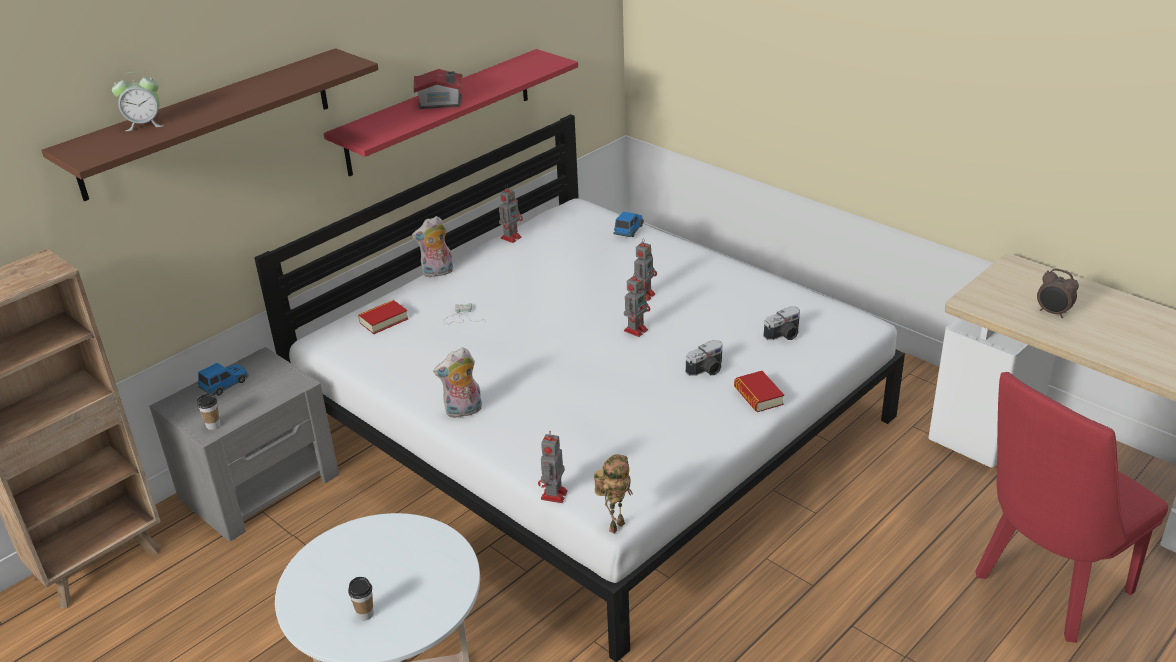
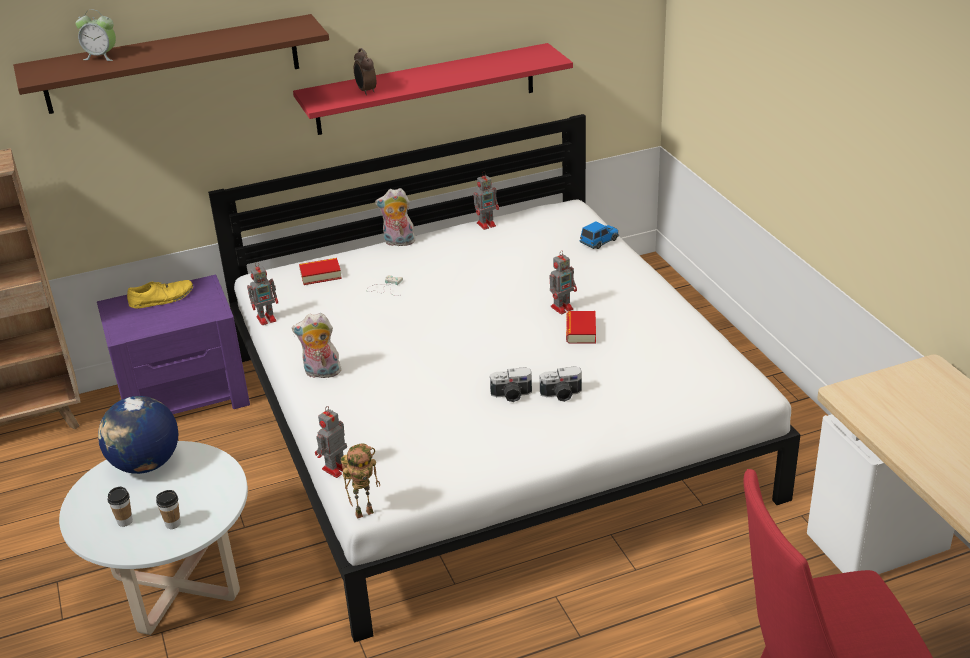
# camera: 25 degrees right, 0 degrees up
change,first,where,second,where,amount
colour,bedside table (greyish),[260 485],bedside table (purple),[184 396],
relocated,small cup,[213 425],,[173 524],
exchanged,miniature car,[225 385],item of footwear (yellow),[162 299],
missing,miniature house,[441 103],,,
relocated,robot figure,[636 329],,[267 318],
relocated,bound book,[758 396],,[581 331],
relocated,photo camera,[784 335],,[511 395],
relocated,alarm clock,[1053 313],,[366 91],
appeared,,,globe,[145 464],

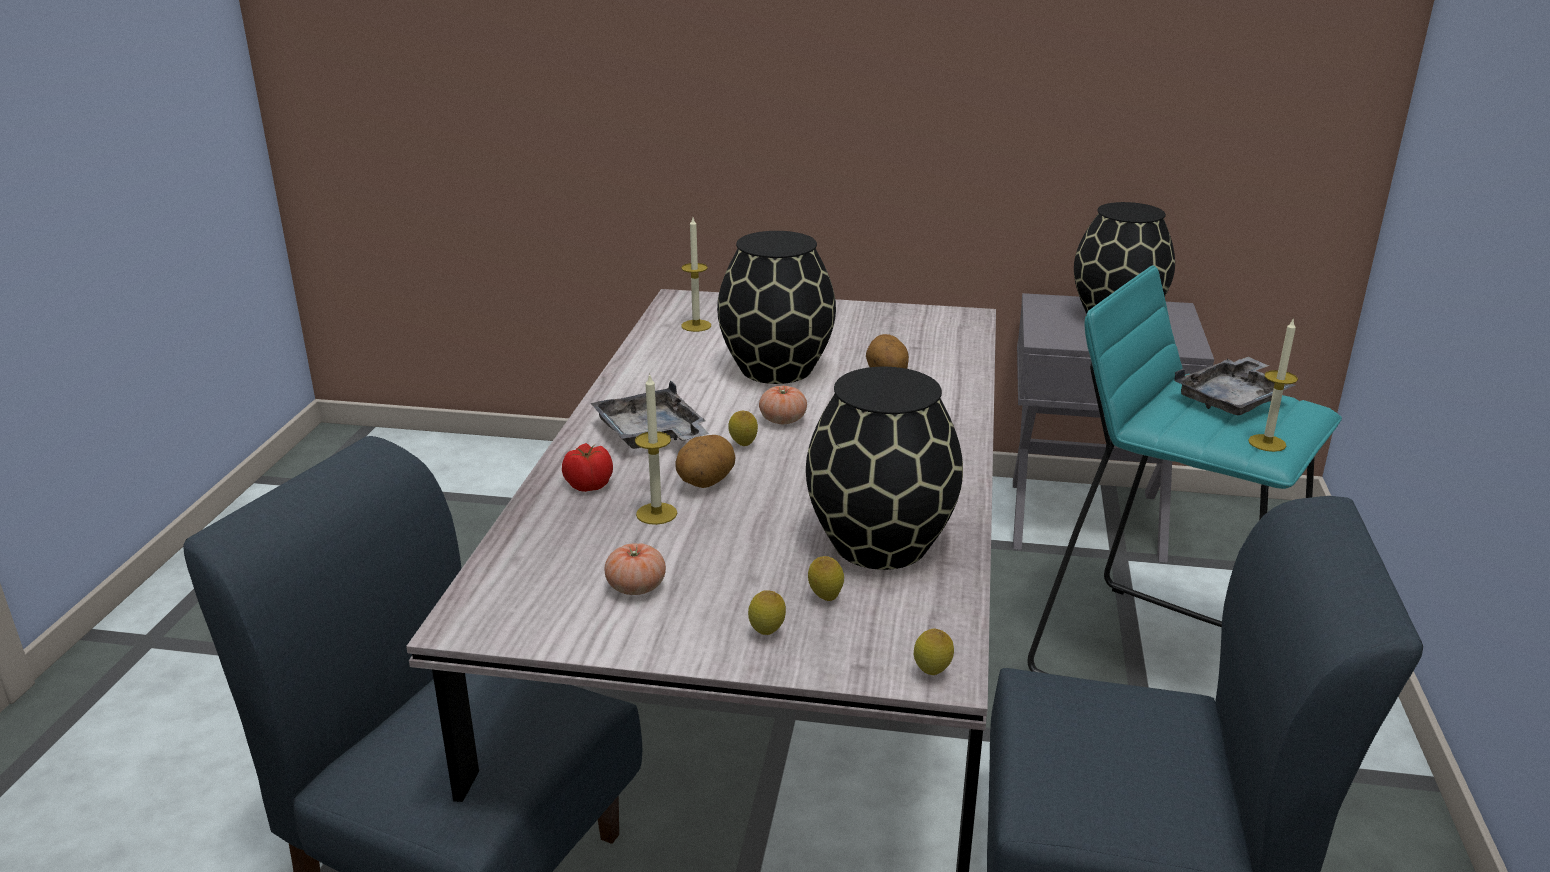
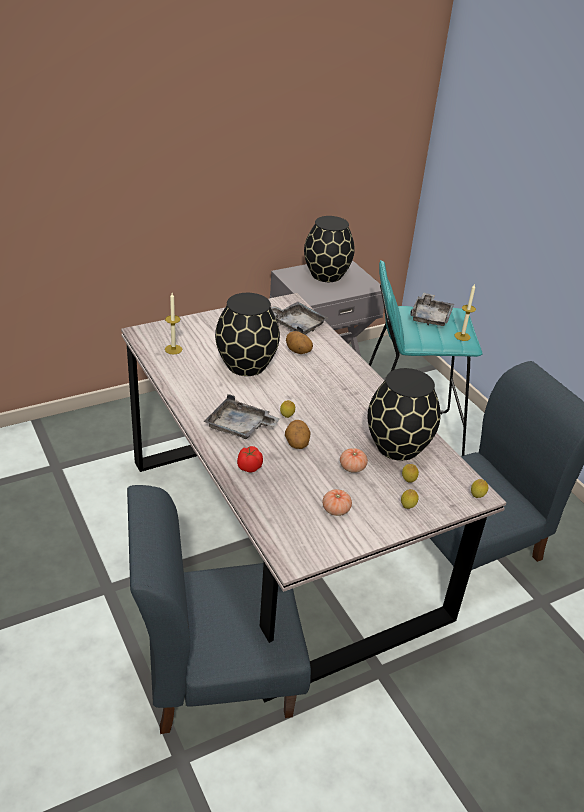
# camera: 40 degrees left, 10 degrees up
change,first,where,second,where,amount
missing,candle,[656 513],,,
relocated,whole tomato,[783 420],,[352 467],
appeared,,,carrying tray (greyish),[297 324],

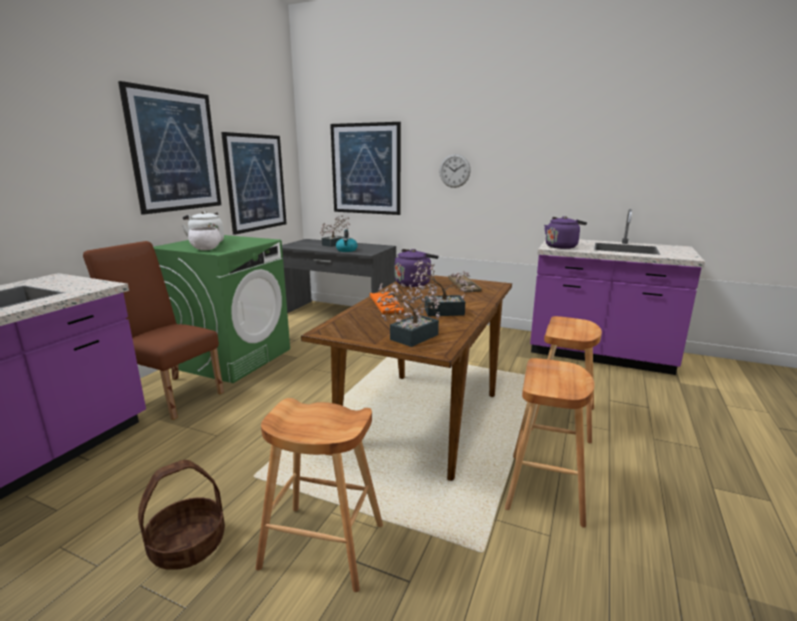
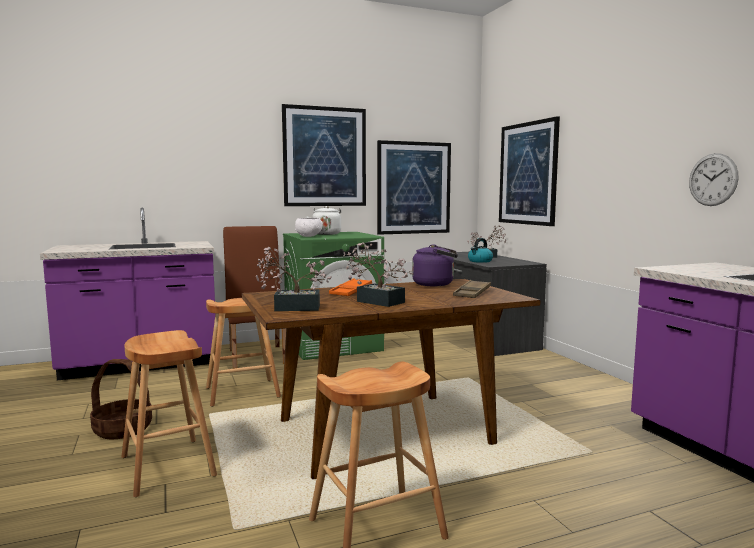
# camera: 45 degrees right, 10 degrees down
change,first,where,second,where,amount
relocated,wall clock,[454 171],,[712 179],
relocated,stool seat (brown),[562 418],,[243 392],
missing,water kettle (purple),[562 246],,,

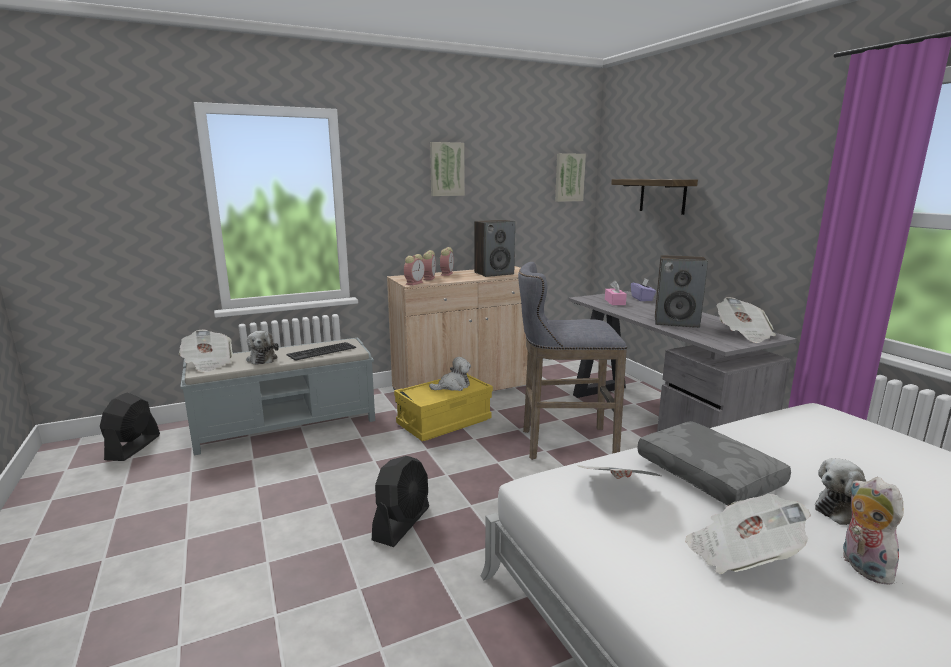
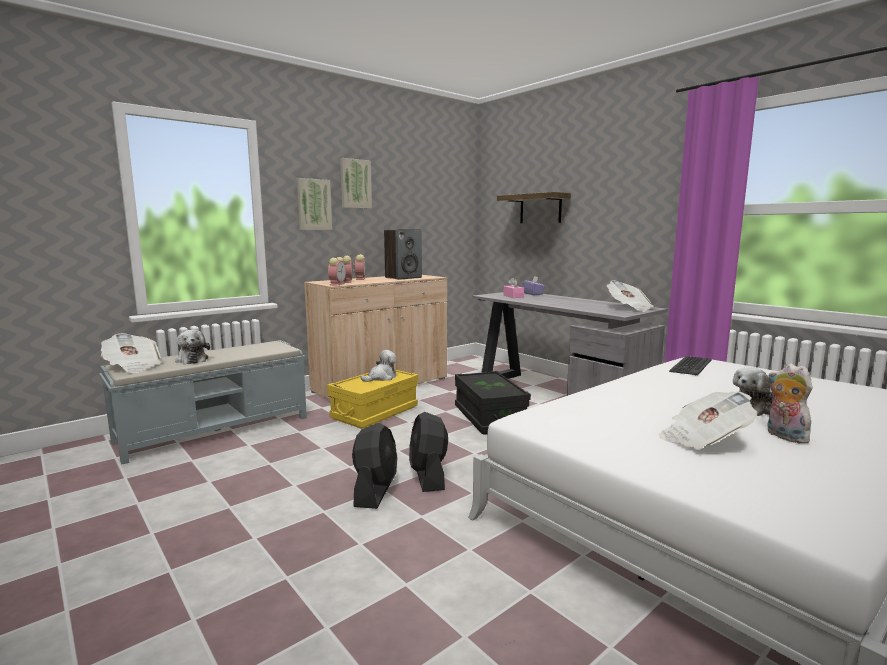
# camera: 15 degrees left, 5 degrees down
change,first,where,second,where,amount
relocated,fan (blackish),[133 447],,[428 476],
relocated,keyboard,[321 351],,[690 366],
exchanged,stool seat (greyish),[563 444],storage container (blackish),[489 418],
relocated,wall art,[569 177],,[313 204],
missing,newspaper,[617 490],,,
missing,cushion (greyish),[710 474],,,
missing,audio speaker,[676 322],,,

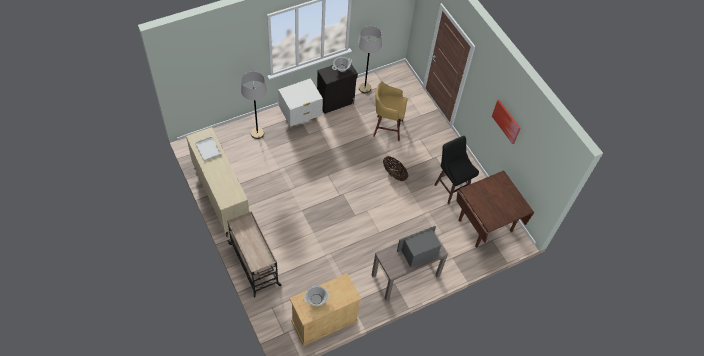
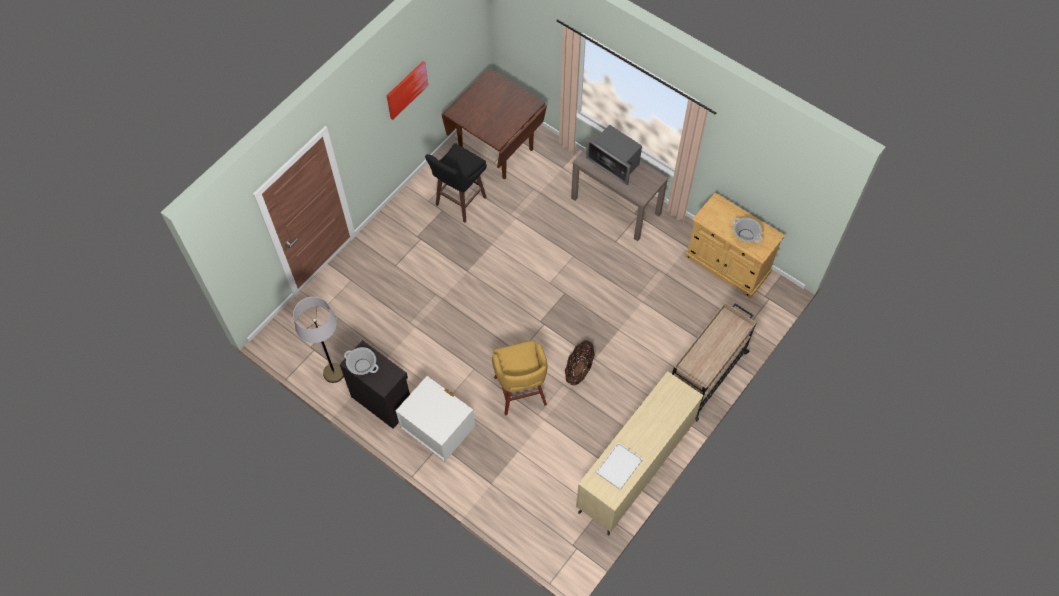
# camera: 110 degrees left, 5 degrees up
change,first,where,second,where,amount
missing,floor lamp (greyish),[257 133],,,
relocated,stool seat (yellow),[386 128],,[520 393],
relocated,basket,[394 174],,[579 369],

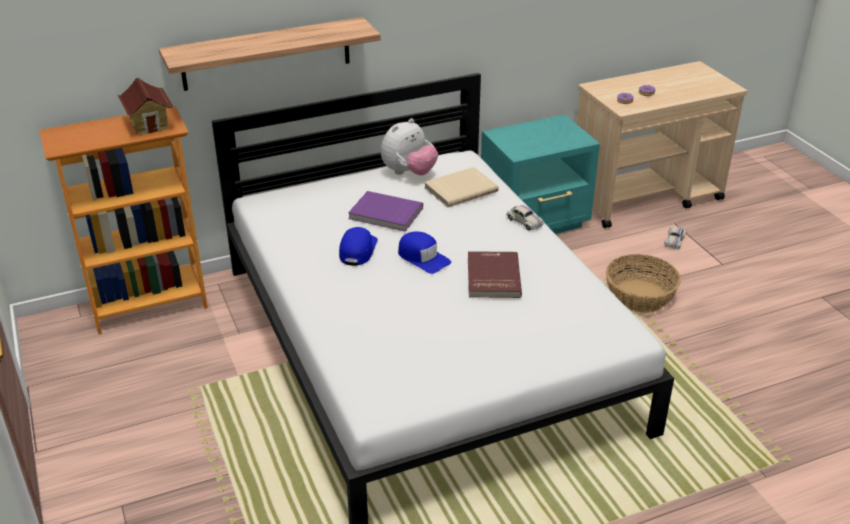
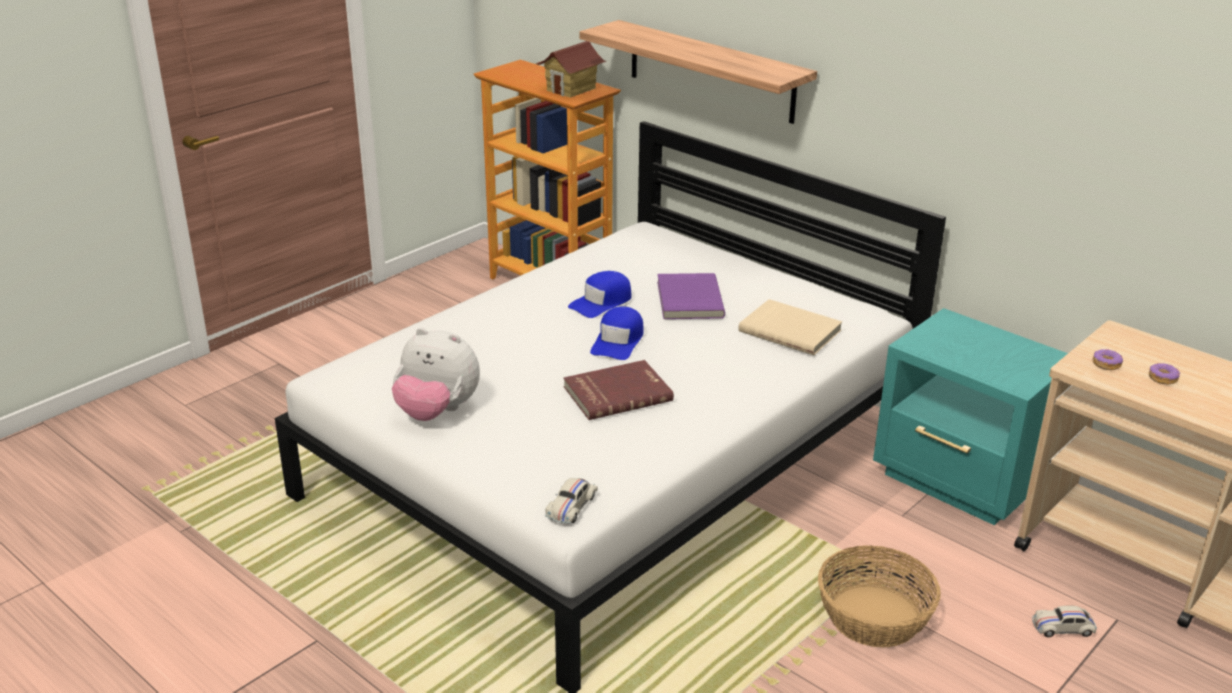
# camera: 65 degrees right, 5 degrees down
change,first,where,second,where,amount
spun,cap (blue-coloured),[357 250],,[601 302],150 degrees clockwise
relocated,soft toy,[409 173],,[437 412],
relocated,miniature car (white-coloured),[524 222],,[571 507],

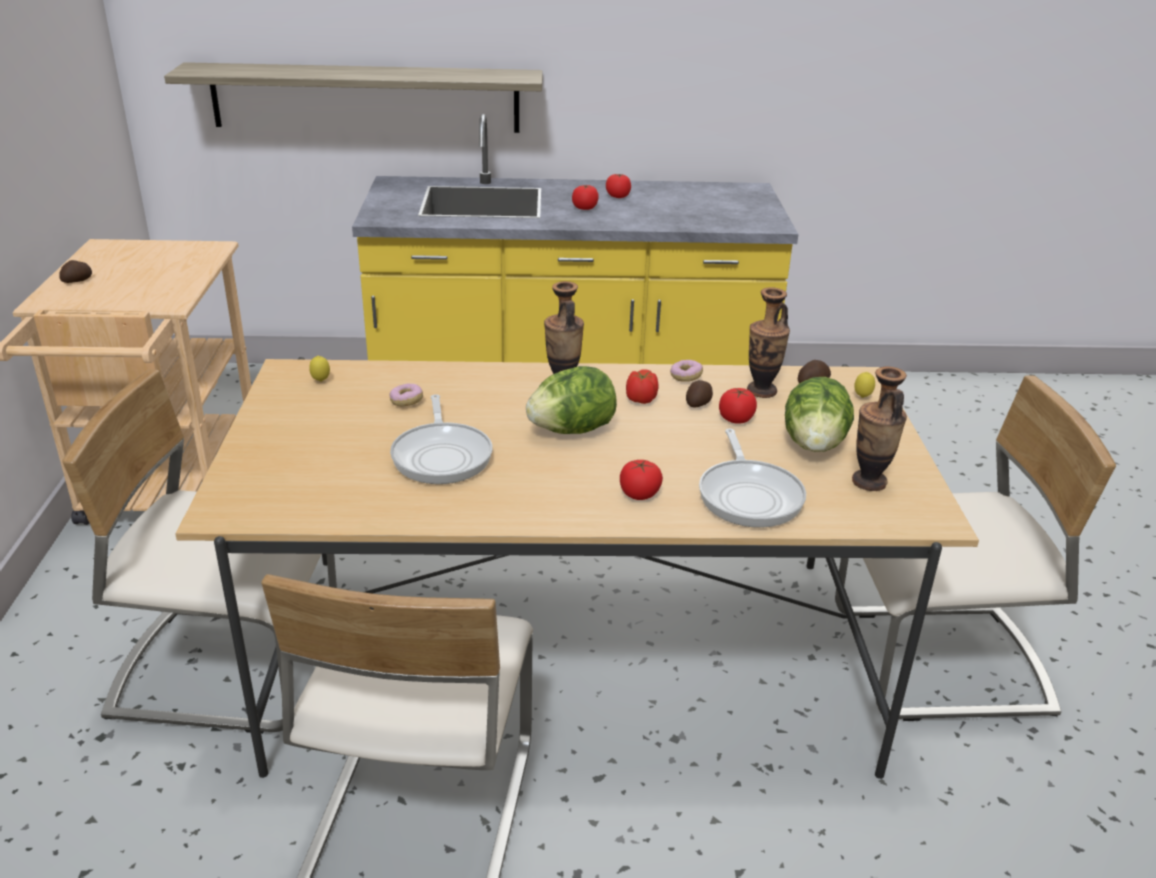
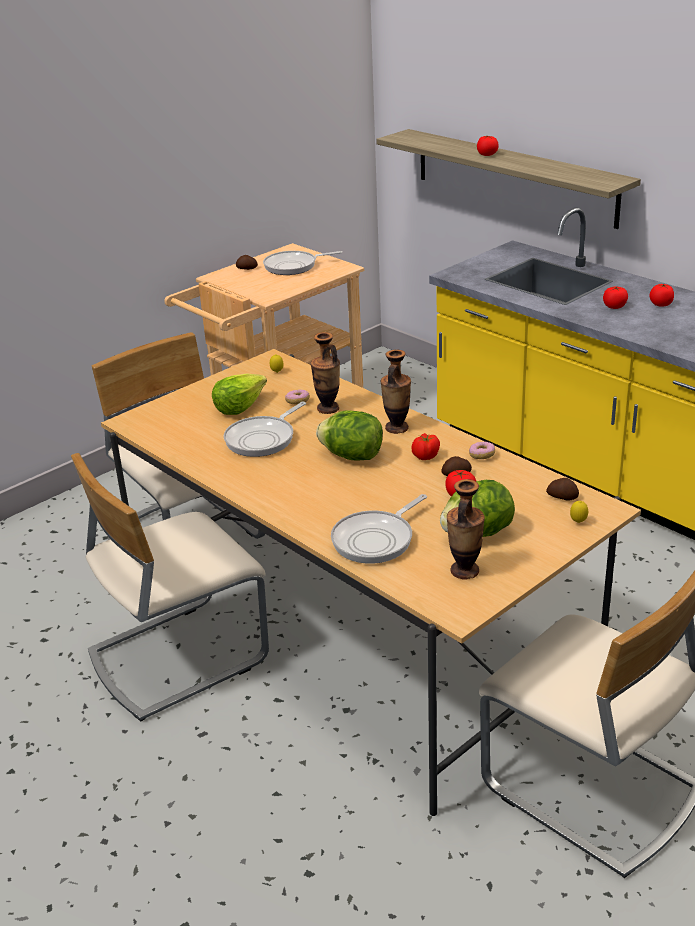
# camera: 50 degrees right, 0 degrees up
change,first,where,second,where,amount
relocated,whole tomato,[639 494],,[487 154],
relocated,flower vase,[761 391],,[328 408],
appeared,,,lettuce,[239 407],
appeared,,,skillet,[294 266],

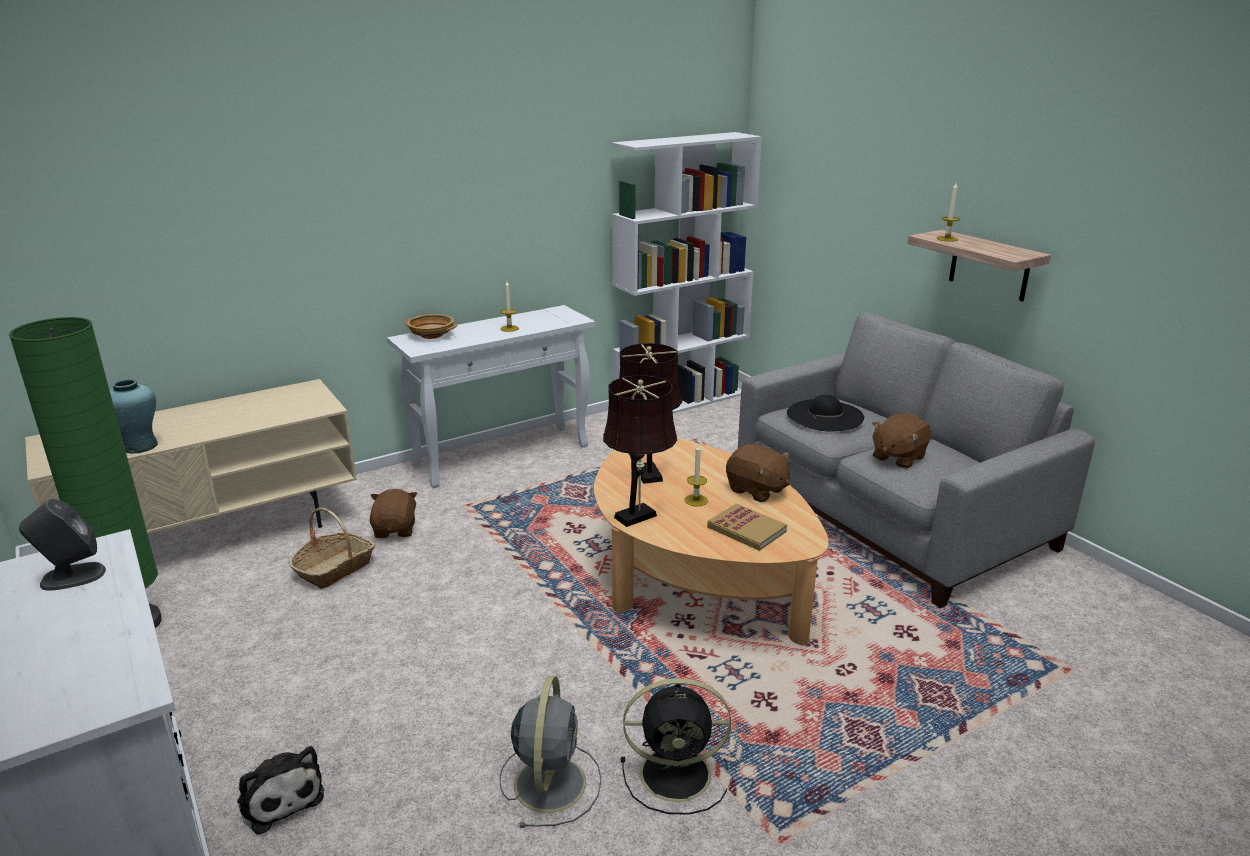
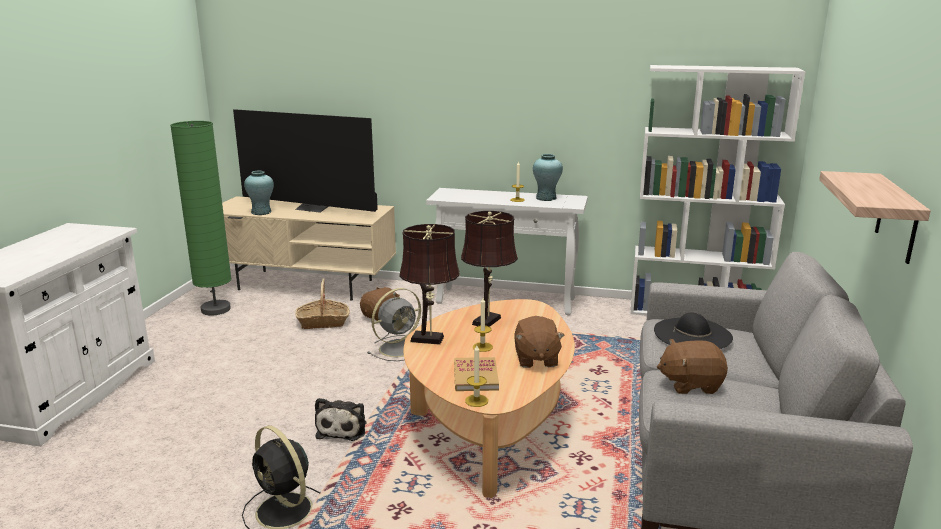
# camera: 45 degrees right, 5 degrees down
change,first,where,second,where,amount
missing,audio speaker (greyish),[72 577],,,
relocated,soft toy,[280 797],,[343 428],
missing,deep dish (beige),[432 335],,,
relocated,fan (greyish),[550 781],,[399 348],
relocated,candle,[947 239],,[476 400],
appeared,,,television,[313 208],
appeared,,,flower vase (turquoise),[546 198],

